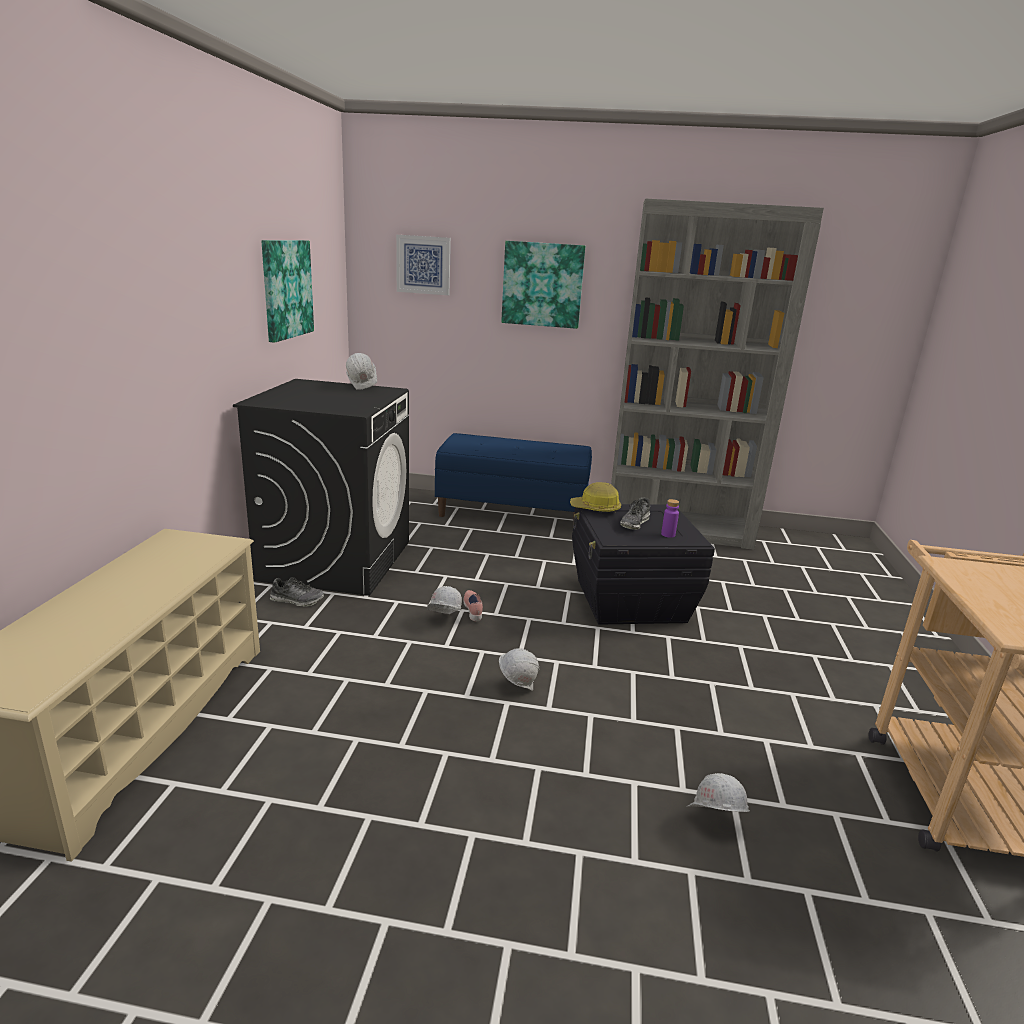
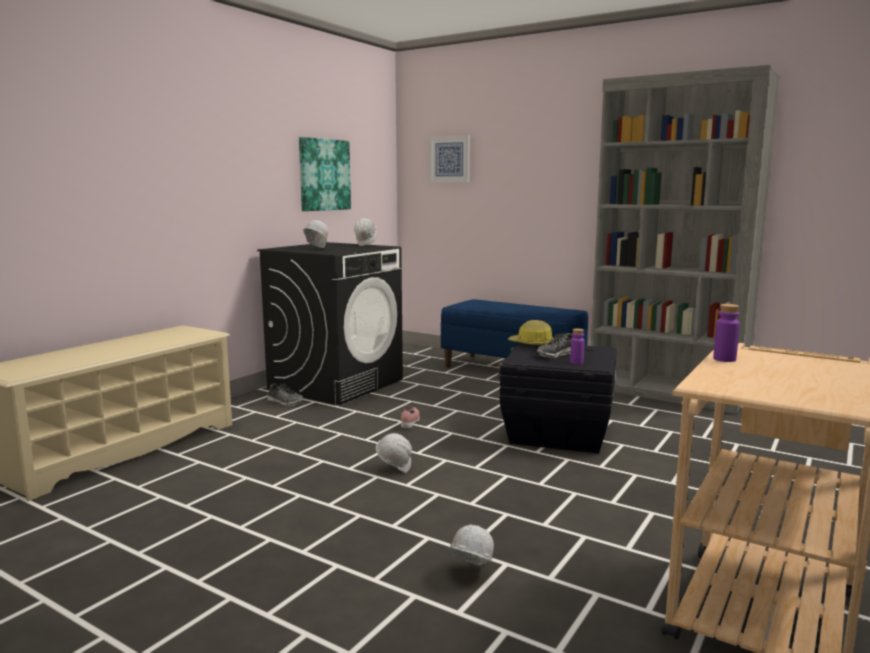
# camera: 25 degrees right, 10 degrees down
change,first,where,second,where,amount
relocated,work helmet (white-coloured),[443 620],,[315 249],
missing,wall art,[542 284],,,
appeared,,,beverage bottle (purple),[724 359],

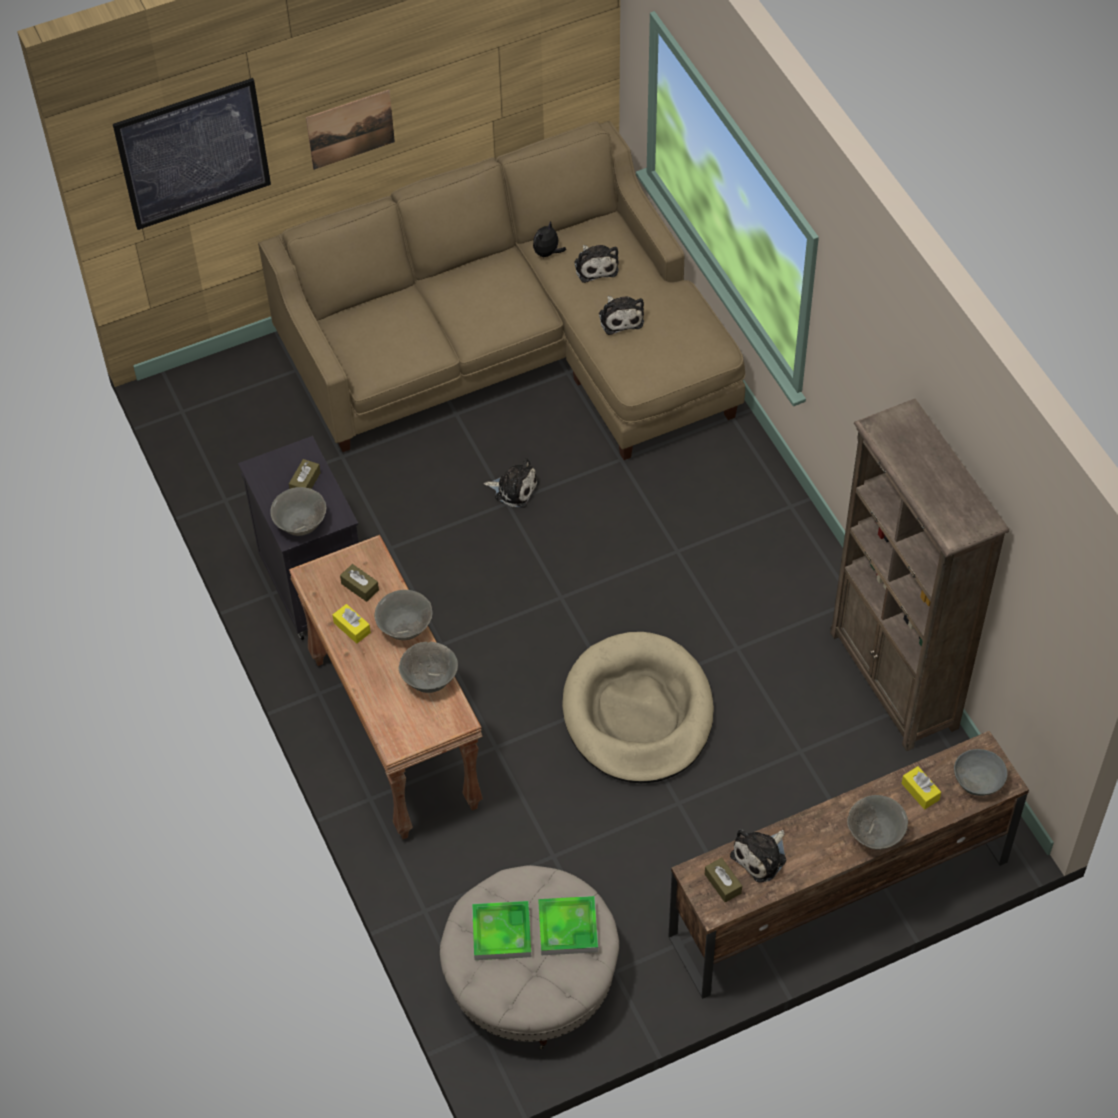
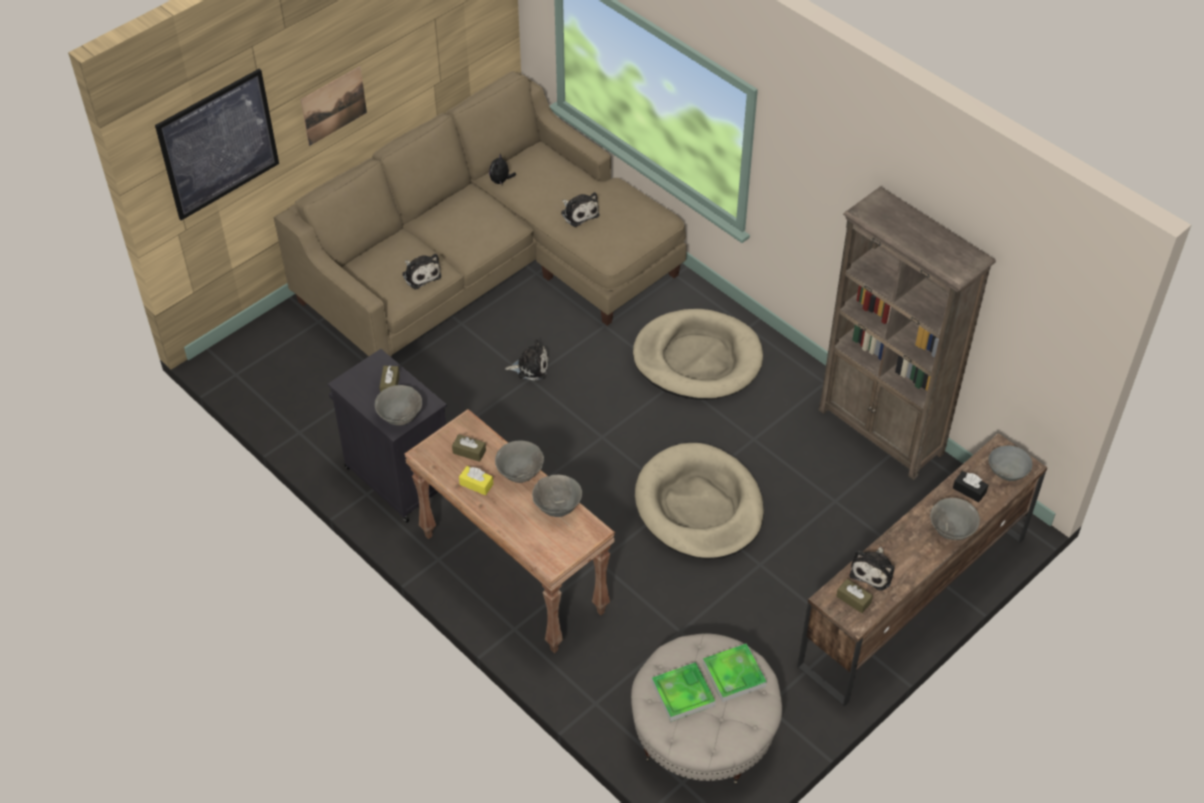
# camera: 20 degrees left, 5 degrees down
change,first,where,second,where,amount
relocated,soft toy,[595 266],,[420 274],
colour,tissue holder (yellow),[920 791],tissue holder (blackish),[969 490],
appeared,,,dog cushion (beige),[697 359],

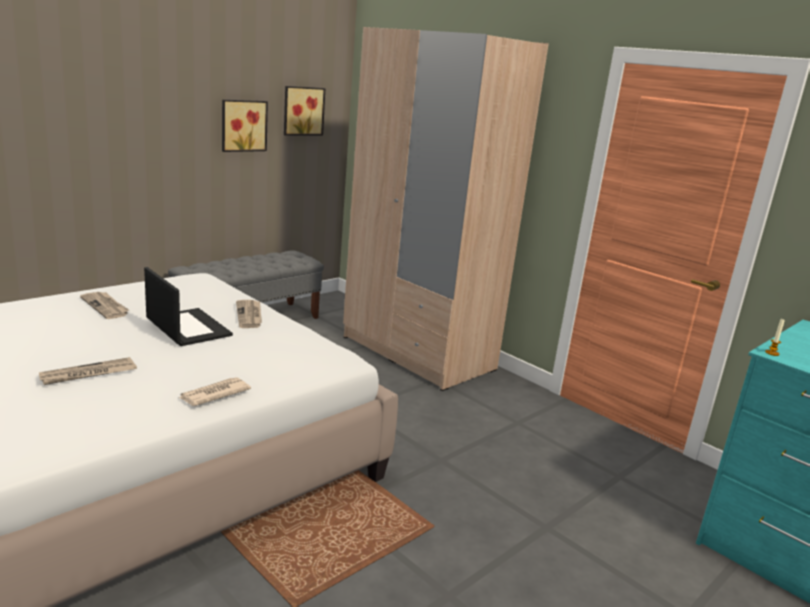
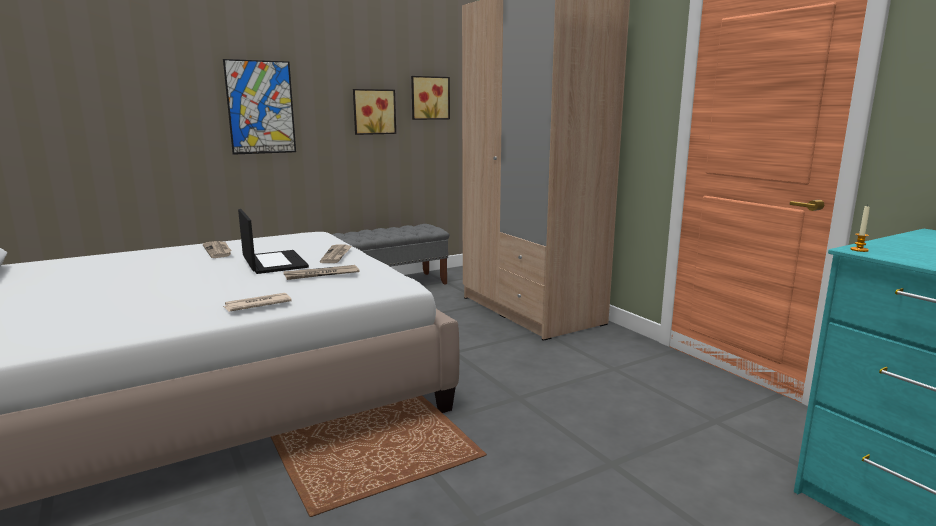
# camera: 15 degrees right, 5 degrees down
change,first,where,second,where,amount
relocated,newspaper,[88 374],,[321 275],
appeared,,,wall art,[261 107],

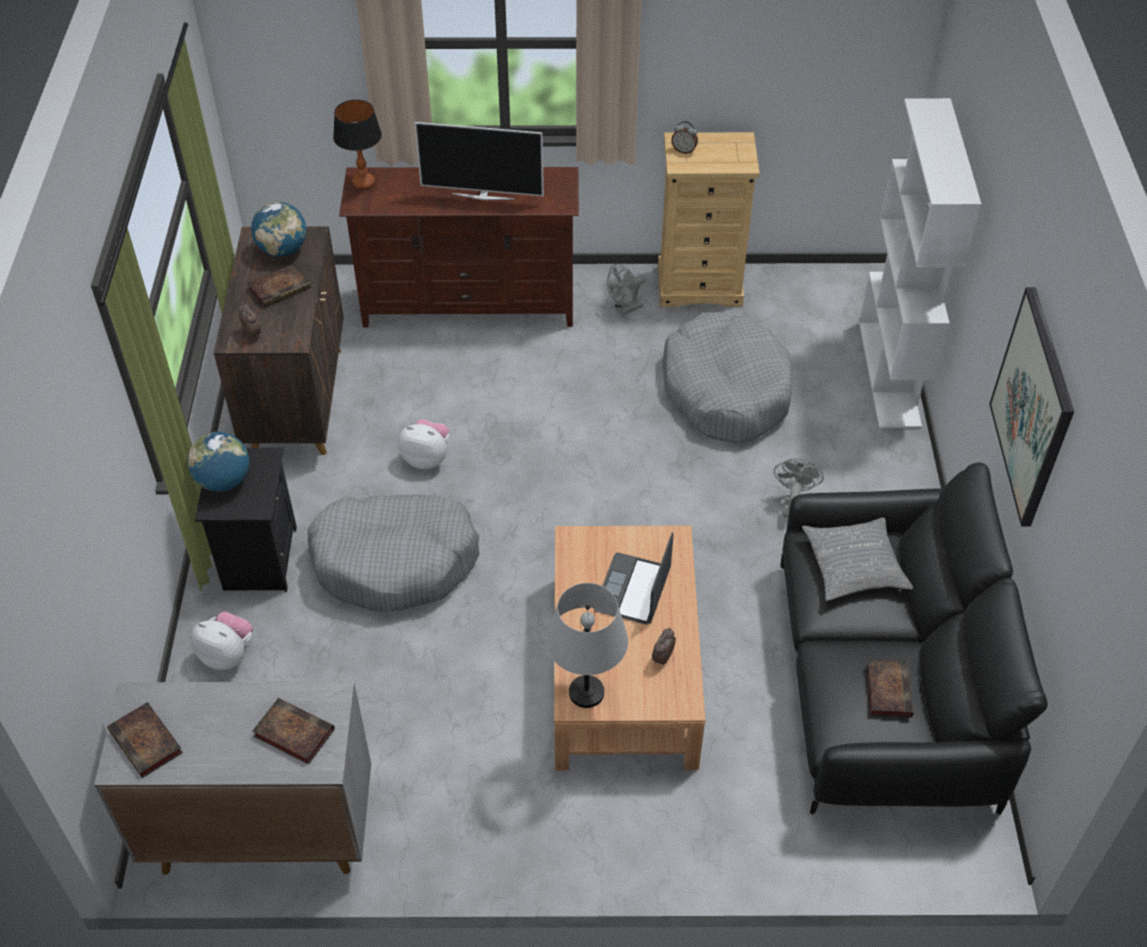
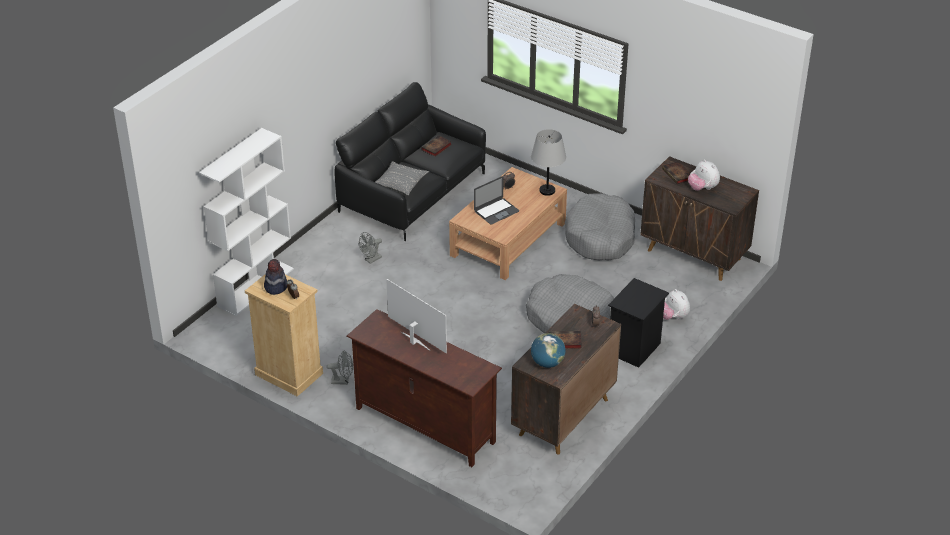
# camera: 145 degrees left, 10 degrees down
change,first,where,second,where,amount
colour,cupboard (greyish),[260 831],cupboard (brown),[694 255],
missing,bound book,[147 743],,,
missing,globe,[224 481],,,
missing,lamp for a table,[363 182],,,
relocated,soft toy,[427 458],,[702 188],
relocated,dog cushion (greyish),[725 391],,[600 237],
missing,wall art,[1033 407],,,
appeared,,,hat,[275 286],

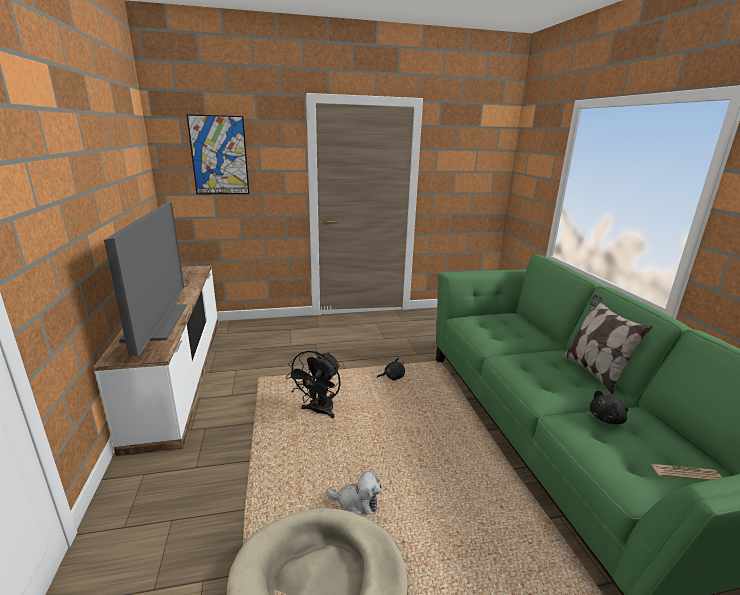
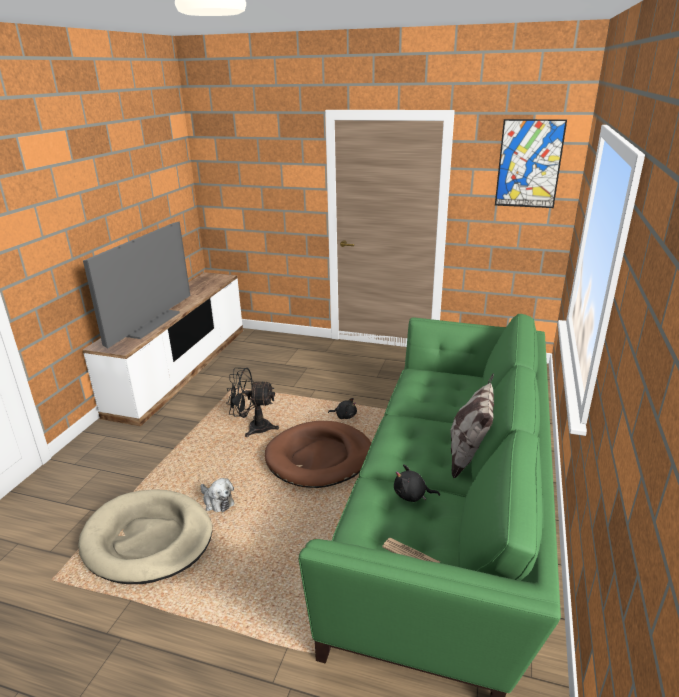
# camera: 30 degrees right, 5 degrees up
change,first,where,second,where,amount
relocated,wall art,[219 156],,[529 164],
spun,fan (blackish),[319 412],,[253 428],45 degrees clockwise
appeared,,,dog cushion (brown),[319 457],

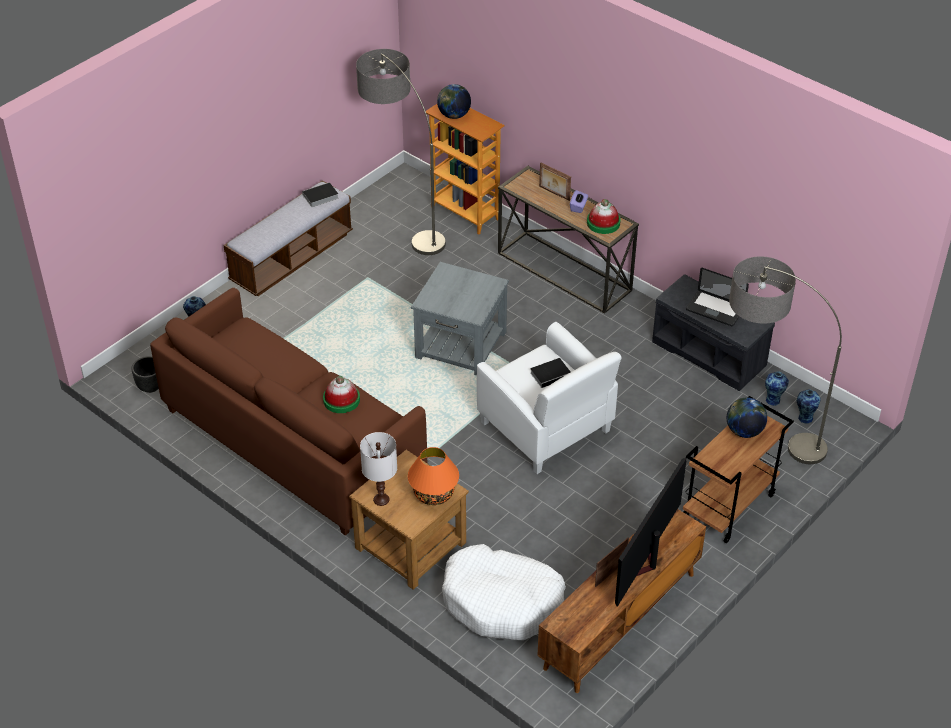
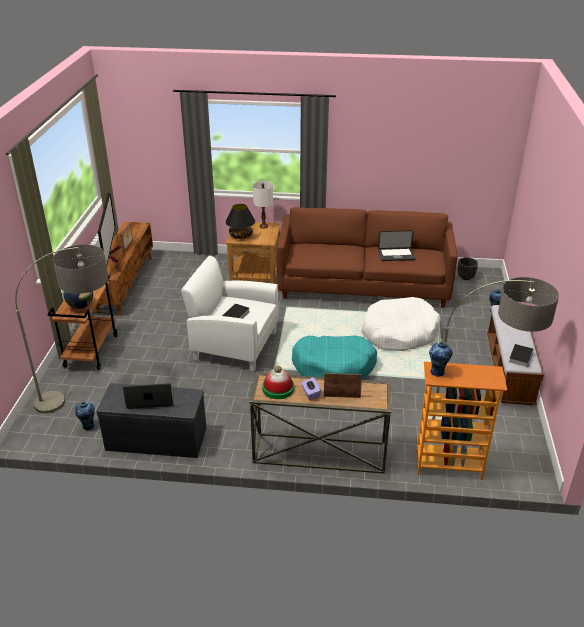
# camera: 145 degrees right, 10 degrees down
change,first,where,second,where,amount
missing,hat,[341 400],,,
colour,lamp for a table (orange),[433 494],lamp for a table (blackish),[241 235],
exchanged,accent table (greyish),[461 345],dog cushion (turquoise),[334 366],
missing,globe,[454 115],,,
relocated,dog cushion (white-coloured),[502 602],,[399 333],
relocated,flower vase,[804 418],,[438 372],
appeared,,,portable computer,[396 255],

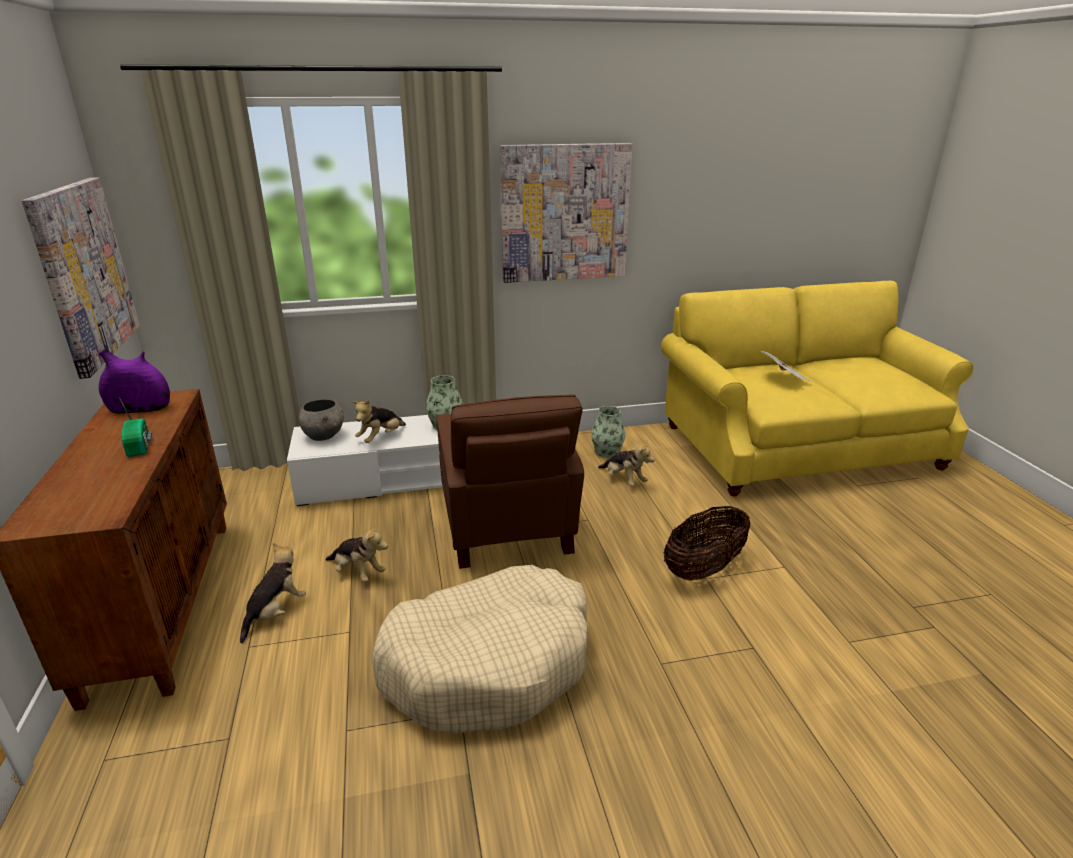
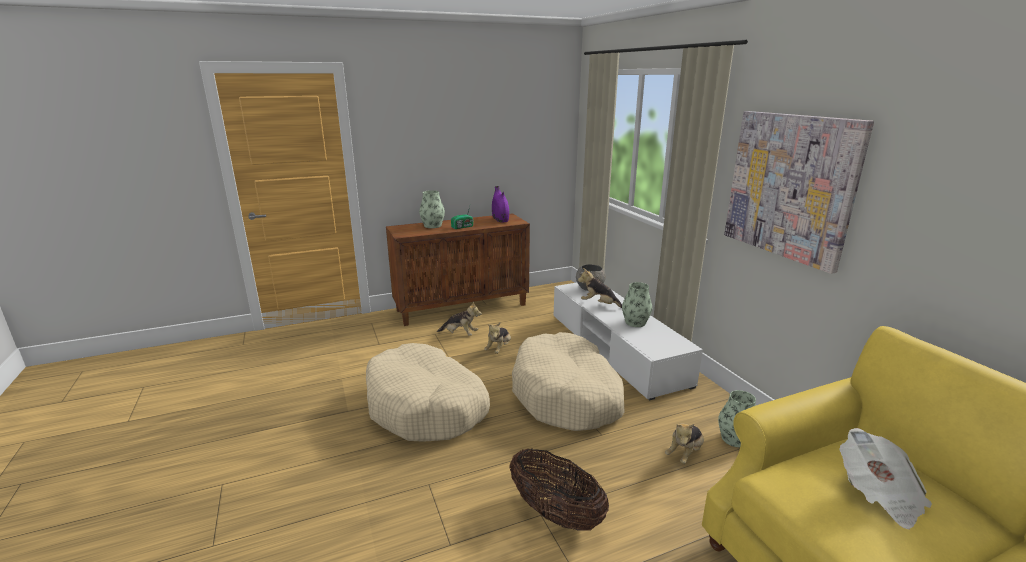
# camera: 80 degrees right, 5 degrees down
change,first,where,second,where,amount
missing,wall art,[84 273],,,
exchanged,lounge chair (brown),[506 529],dog cushion (beige),[567 395],
appeared,,,flower vase,[432 225],

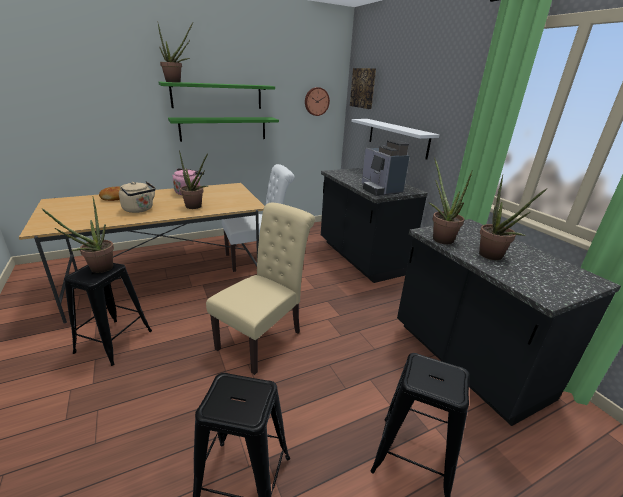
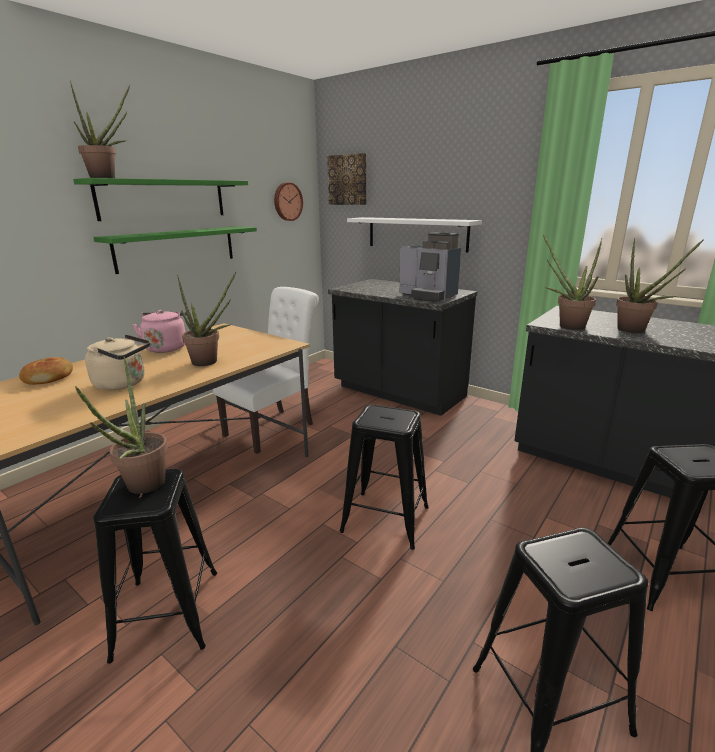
# camera: 25 degrees left, 5 degrees down
change,first,where,second,where,amount
exchanged,chair (beige),[264 337],stool seat (blackish),[385 519],

